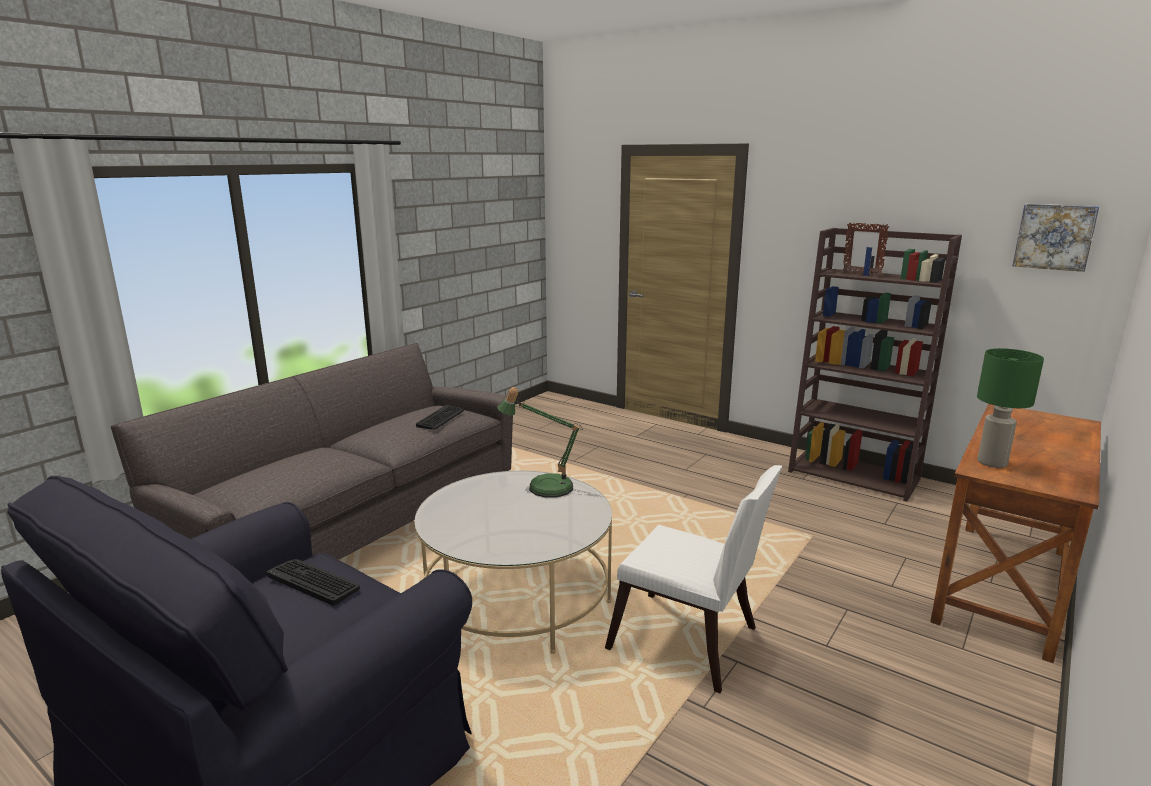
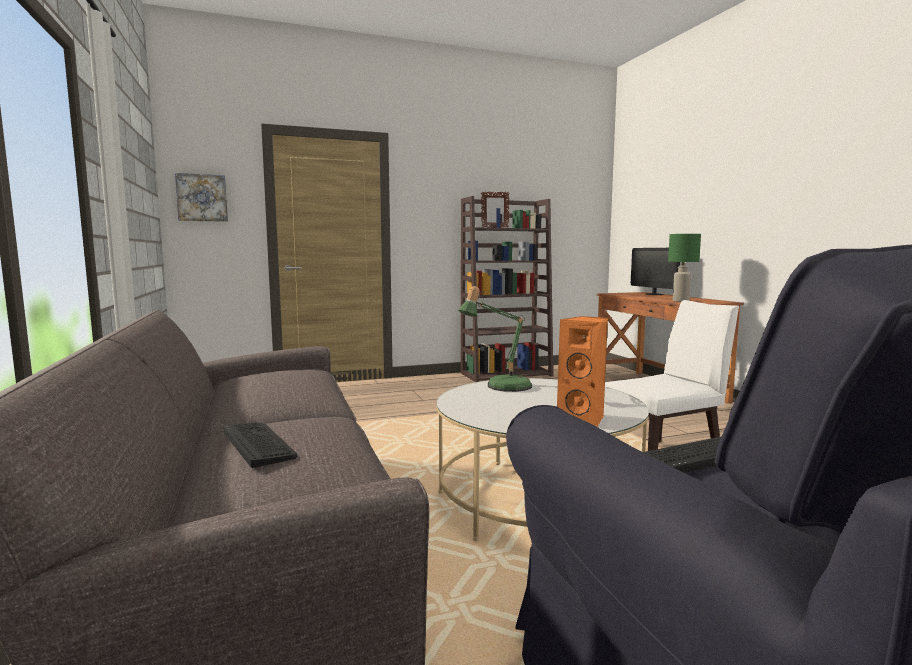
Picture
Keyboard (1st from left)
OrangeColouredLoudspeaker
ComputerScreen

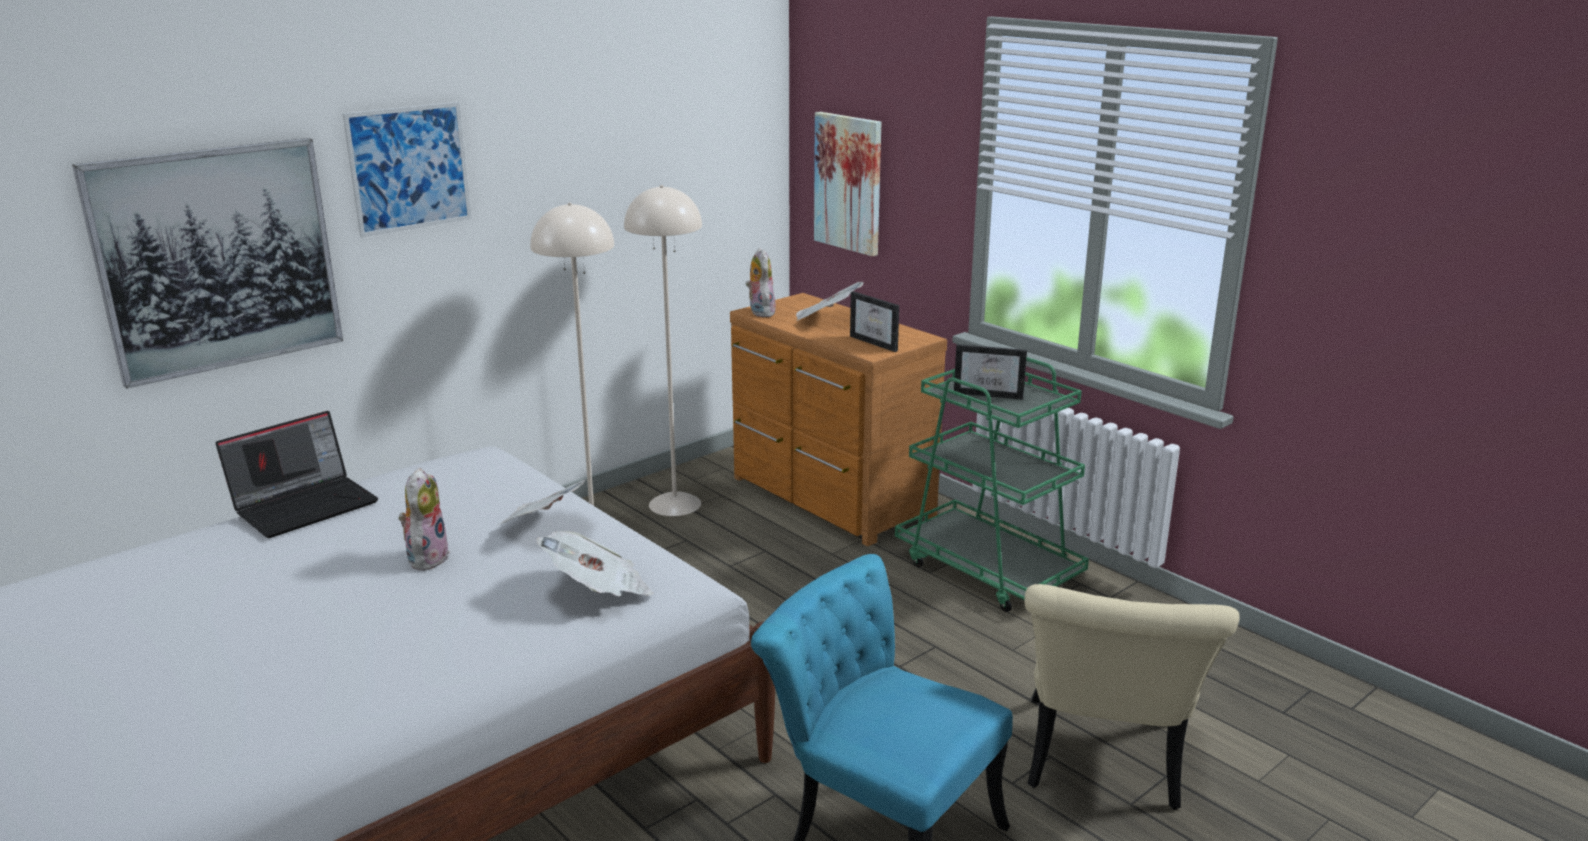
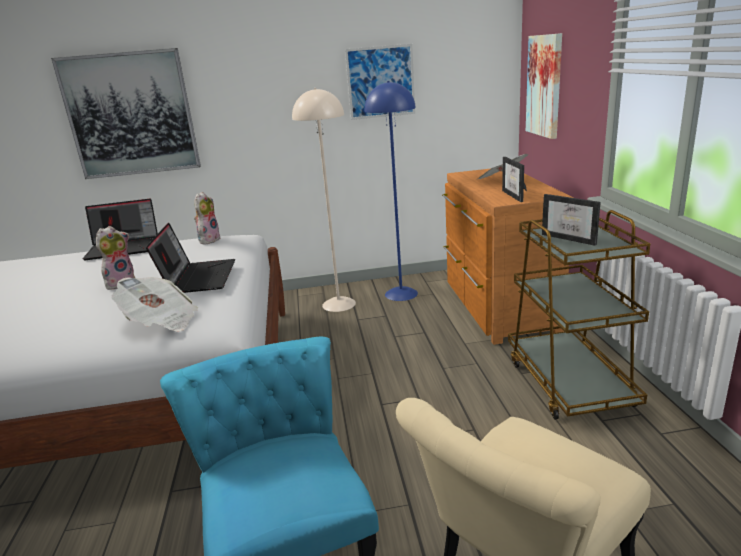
PortableComputer (2nd from left)
SoftToy (2nd from left)
Picture (2nd from left)
BlueStandardLamp
BrownColouredWheeledCart

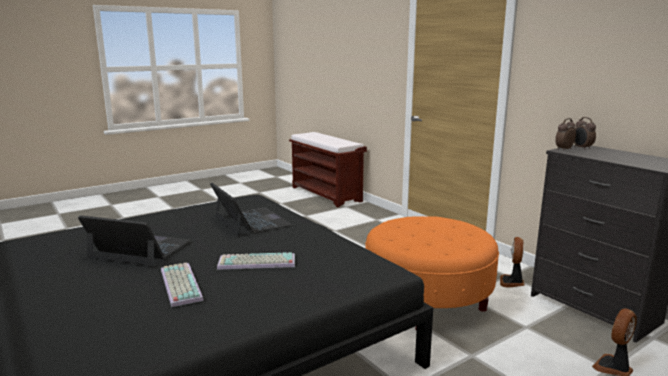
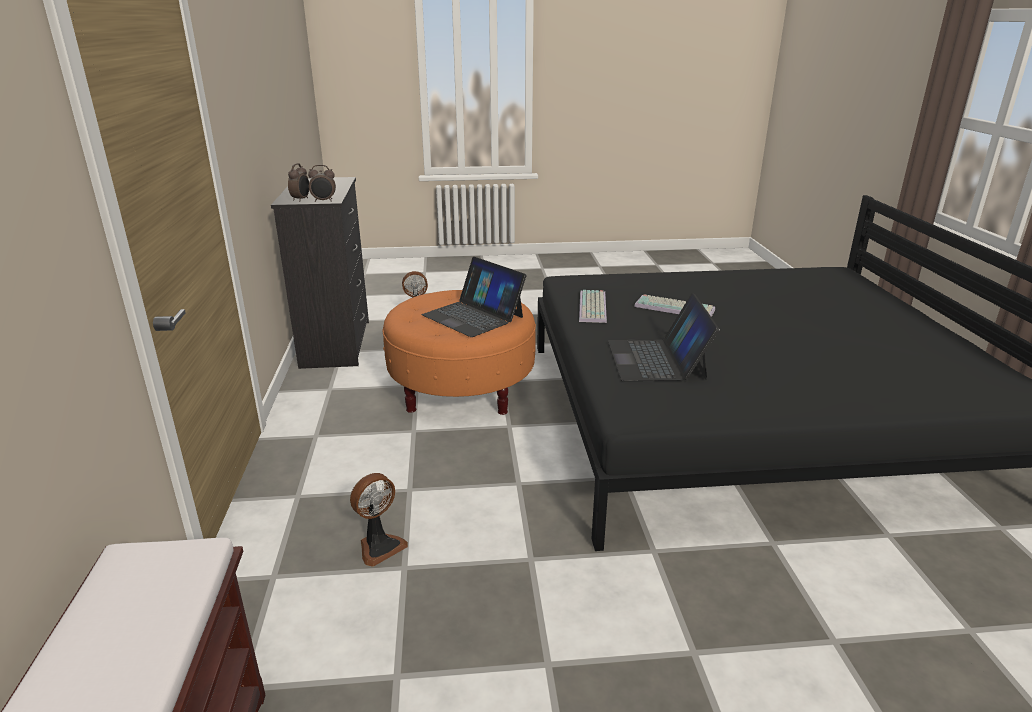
CoolingFan (1st from left)
PortableComputer (1st from left)
Keyboard (1st from left)

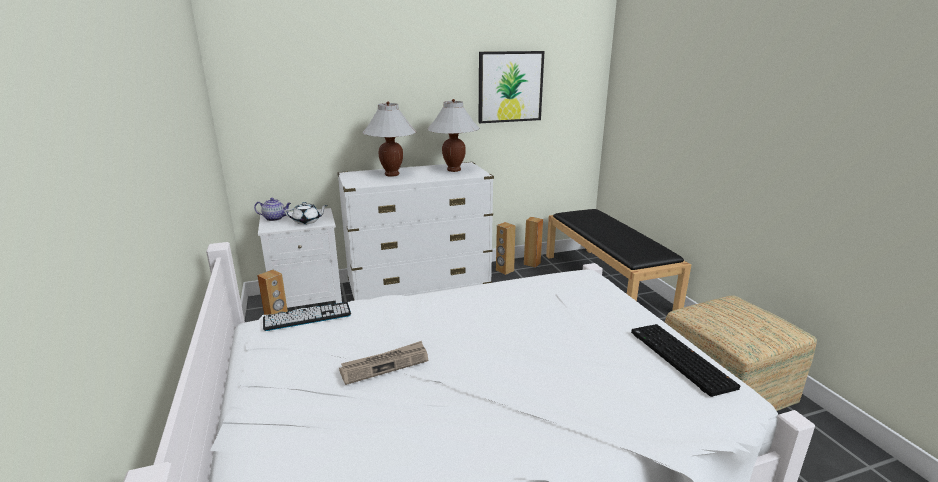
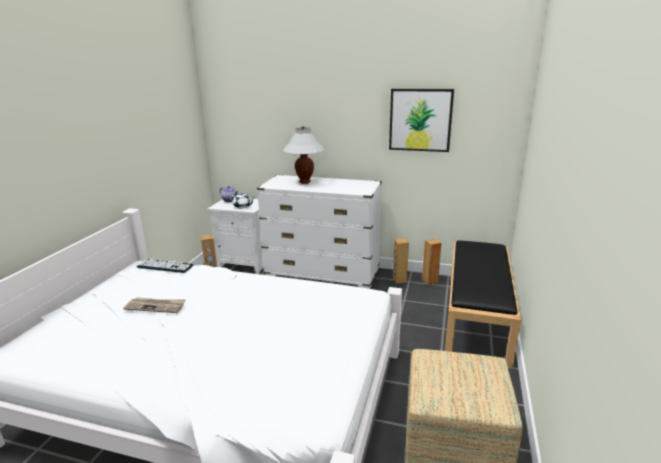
WhiteColouredTabletopLamp (2nd from left in the first image)
Keyboard (2nd from left in the first image)

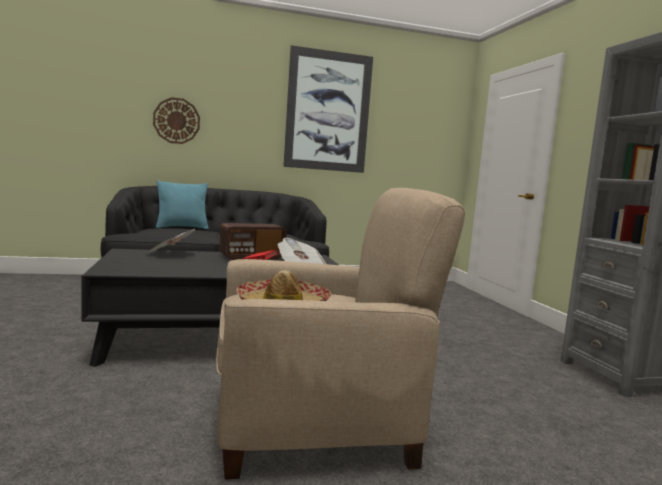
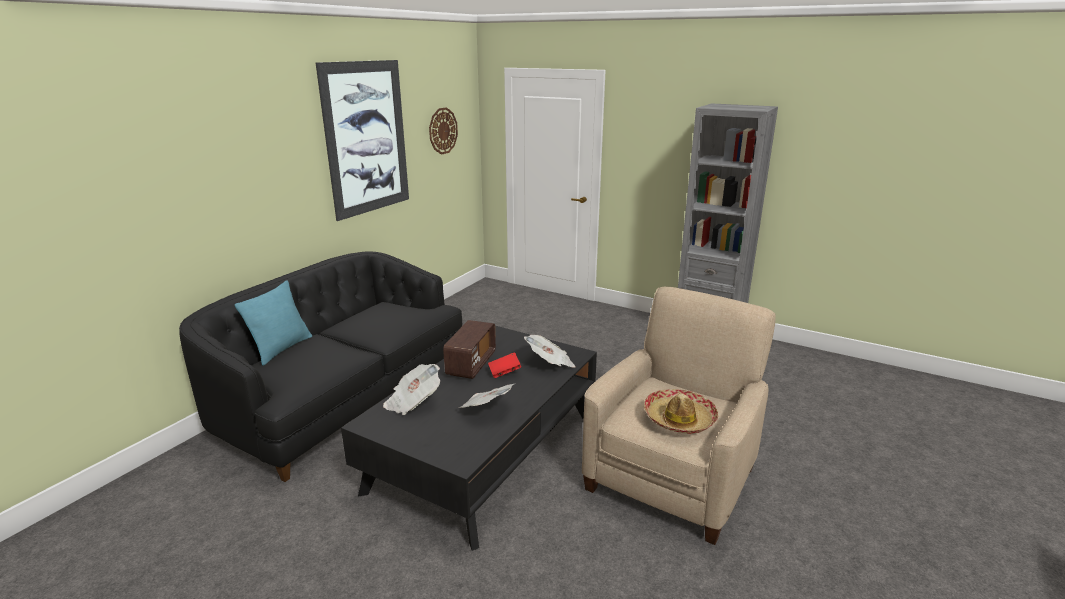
WallClock
DailyPaper (2nd from left)

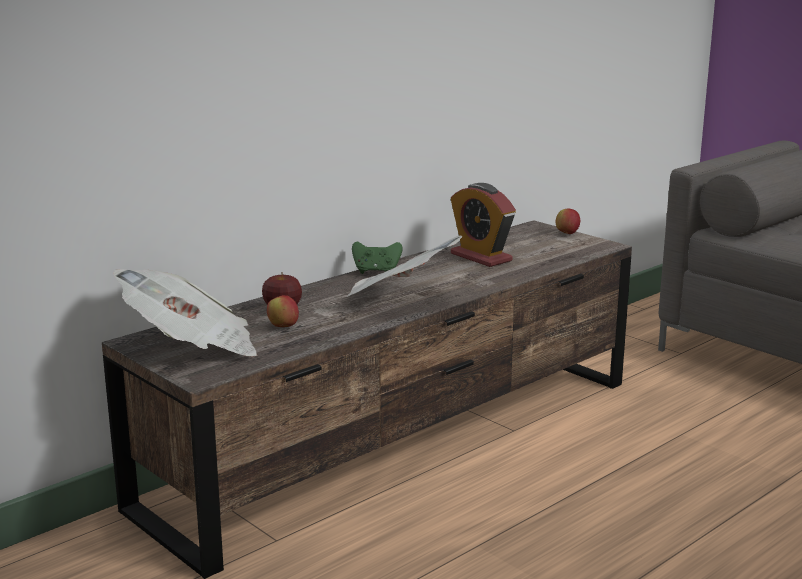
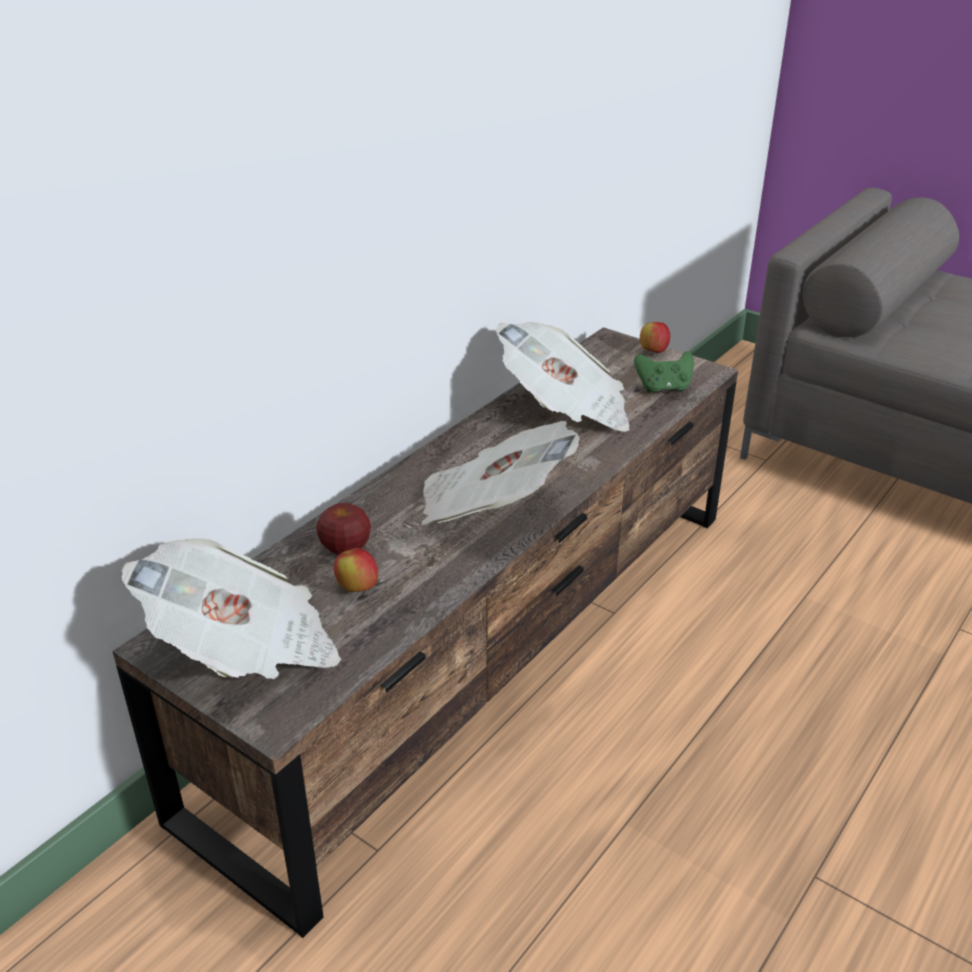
DailyPaper (3rd from left)
GreenGameController

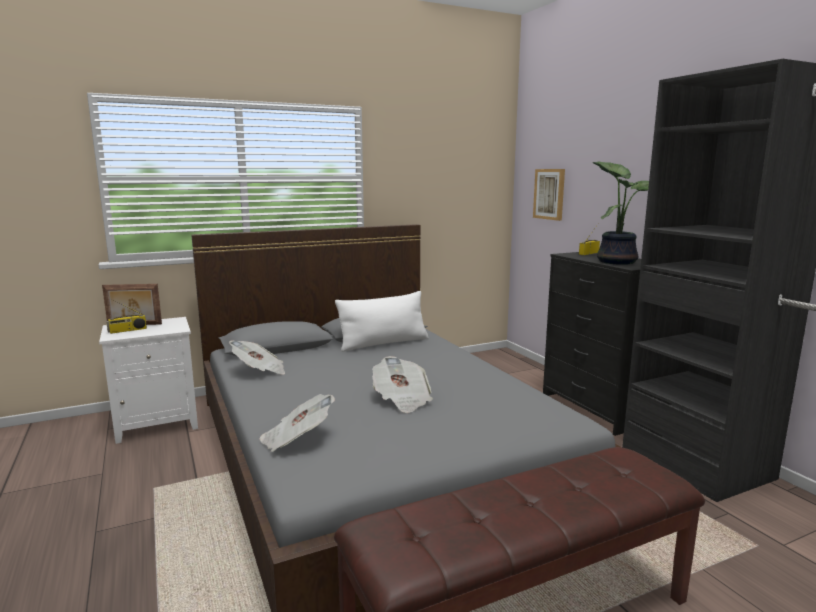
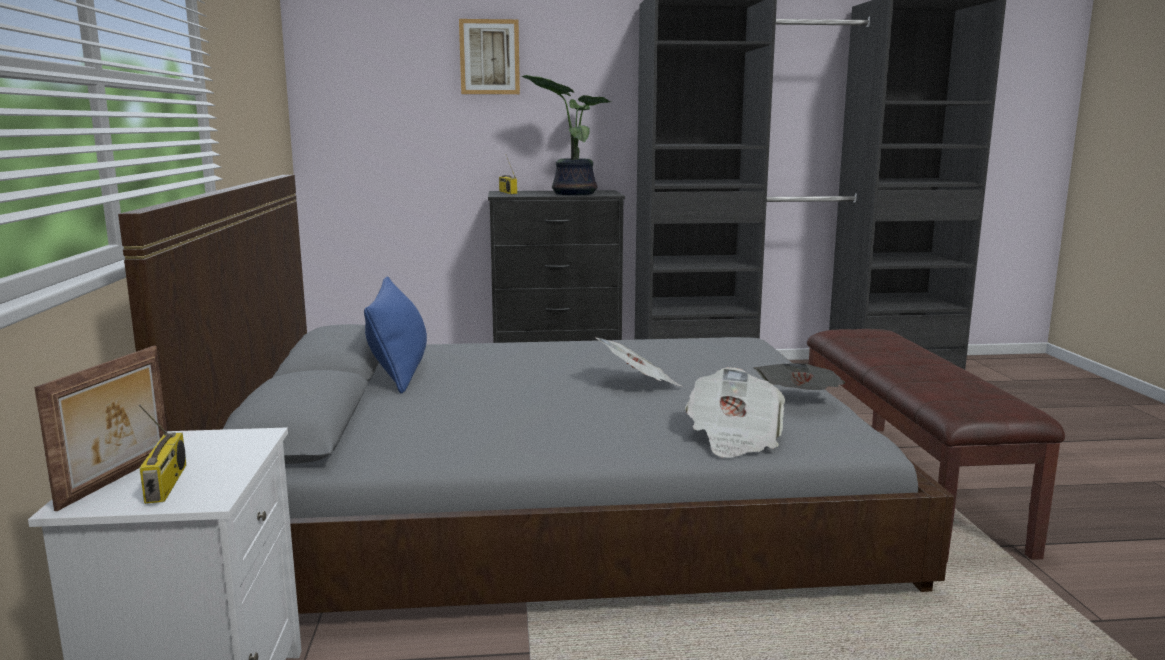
BlueThrowPillow
Picture
DailyPaper (3rd from left)

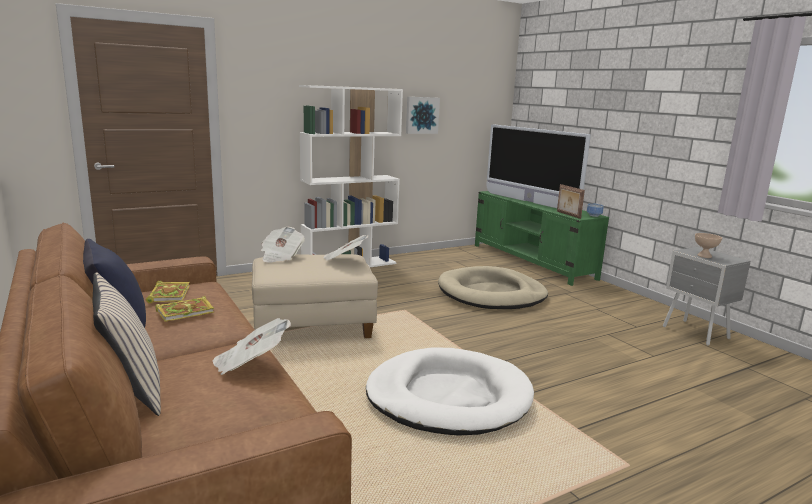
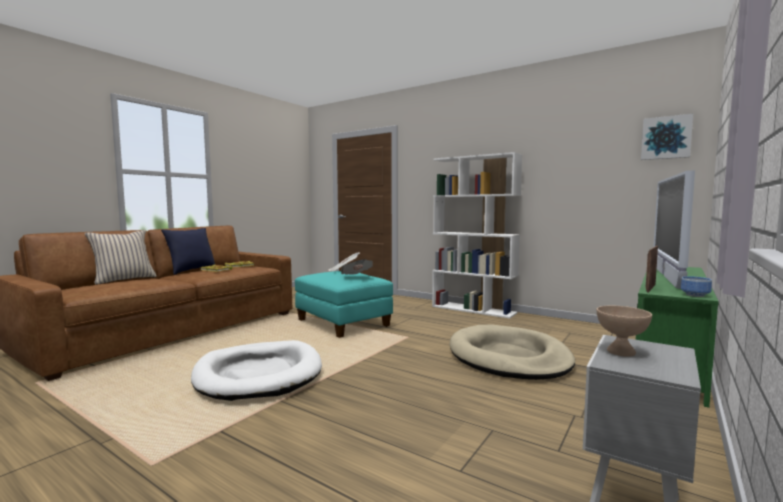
TurquoiseOttoman
Picture
DailyPaper (1st from left in the first image)

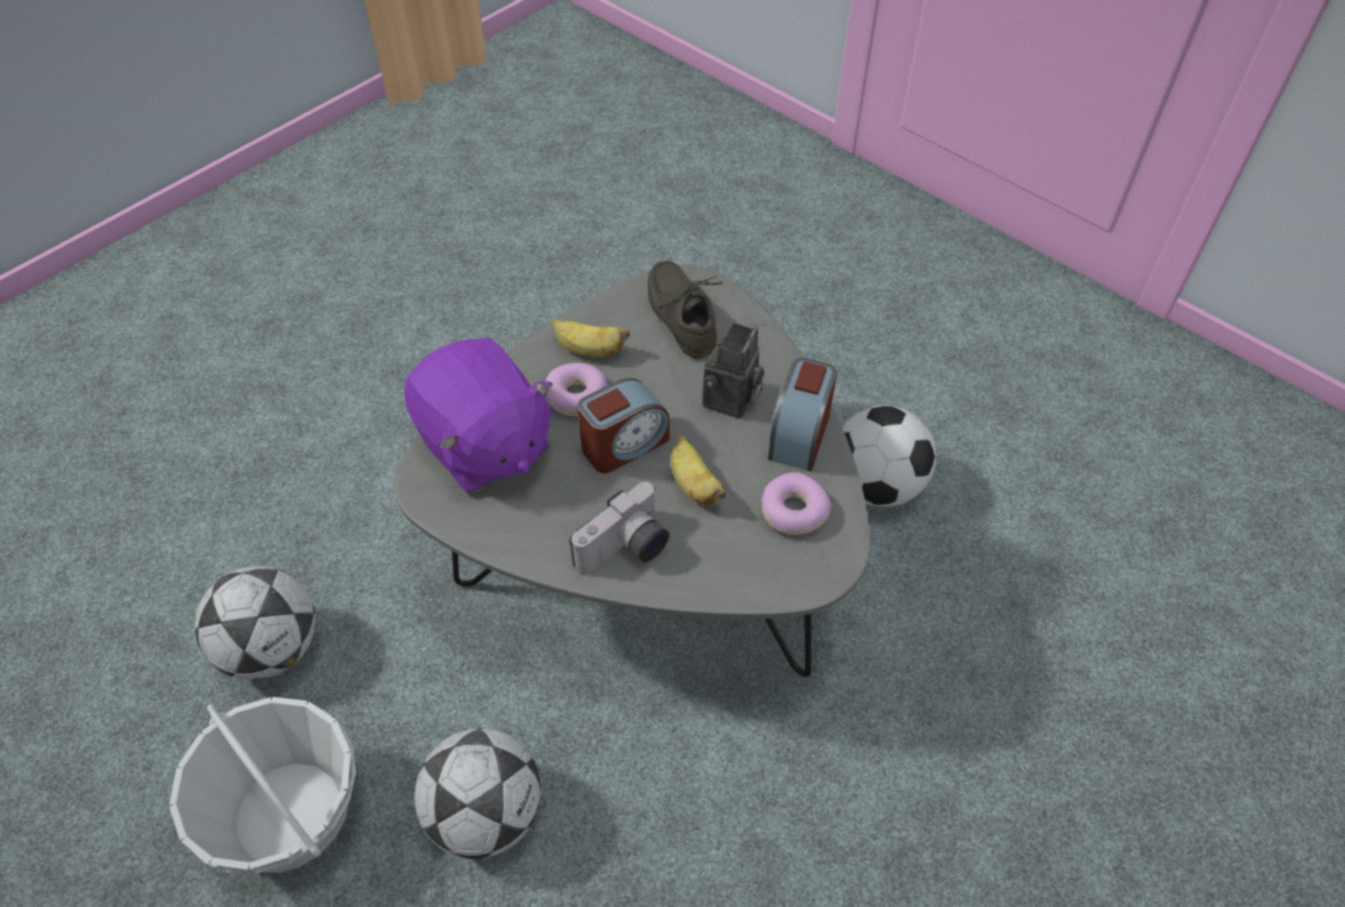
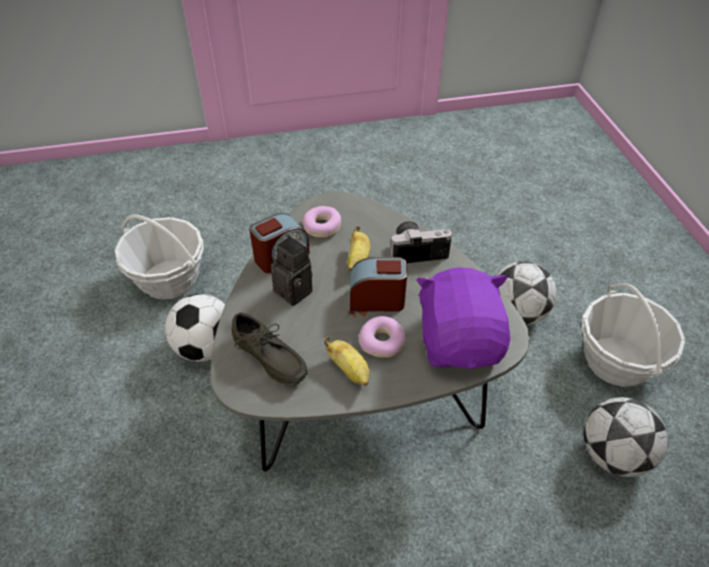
Basket (1st from left)
GrayLowShoe
PhotoCamera (1st from left)

